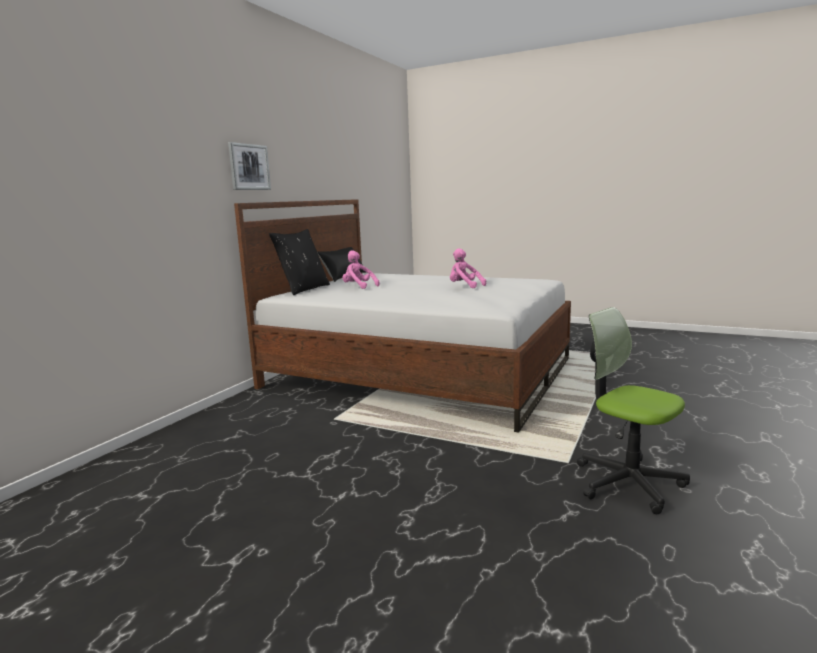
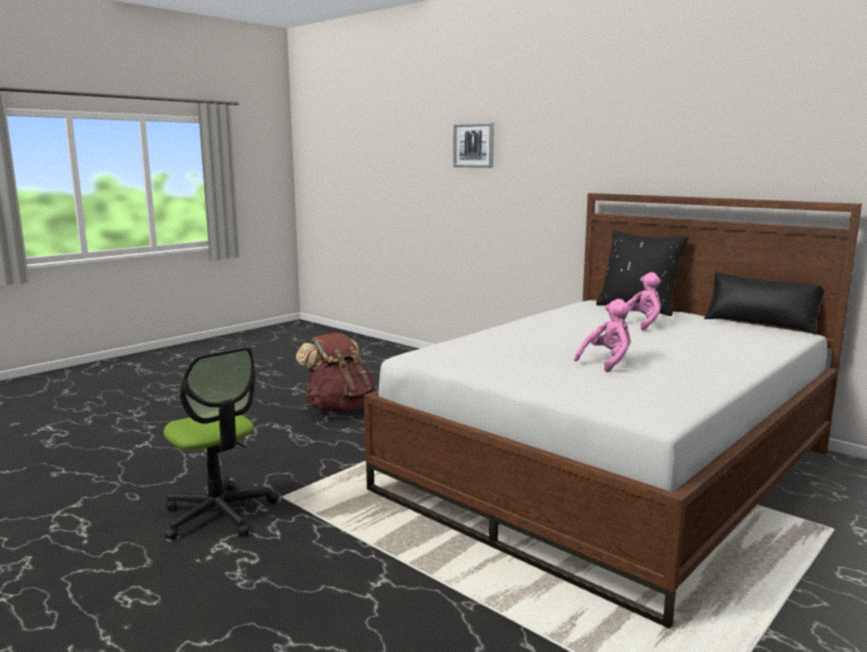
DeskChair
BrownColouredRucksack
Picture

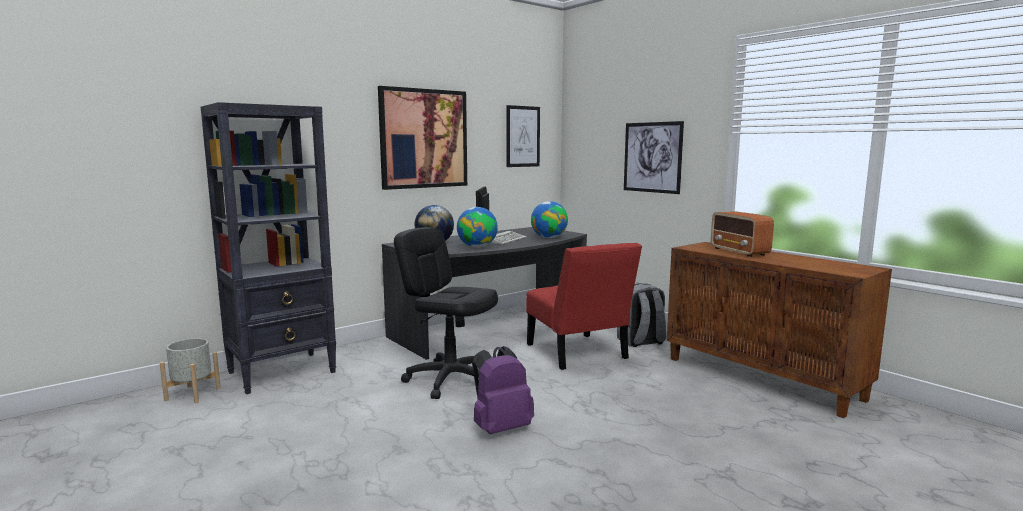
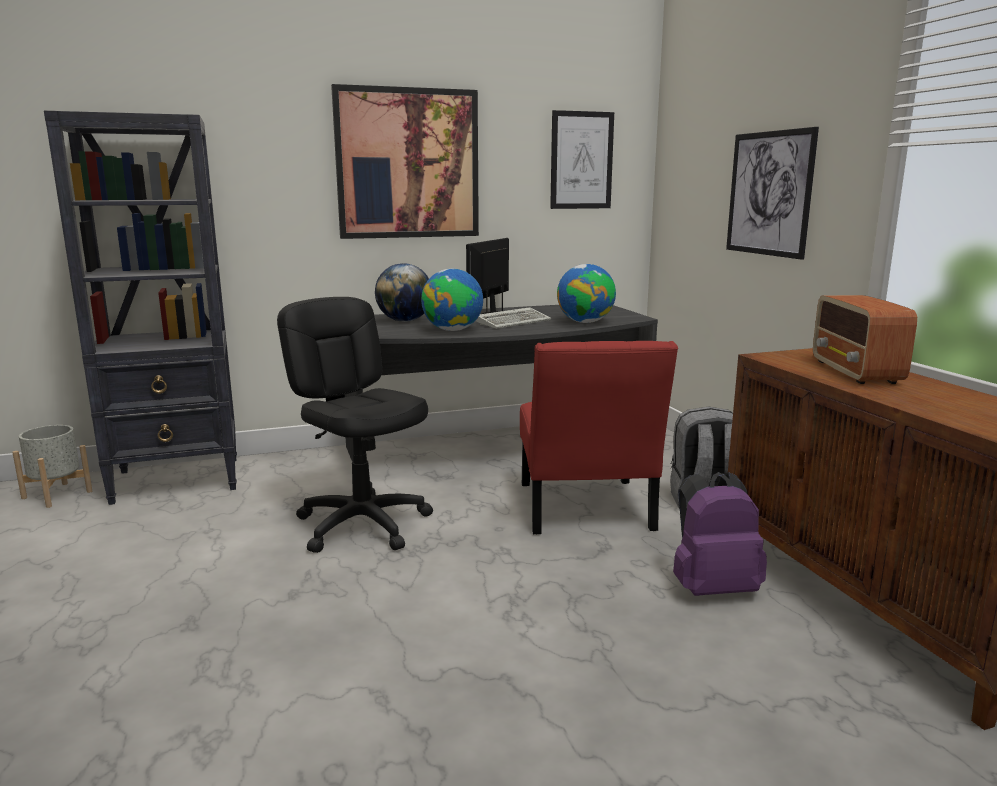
PurplishRucksack

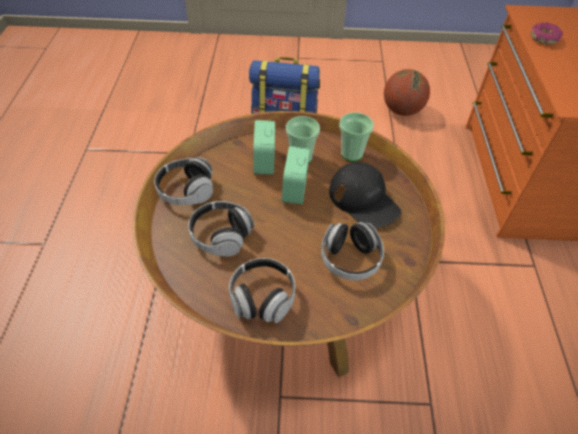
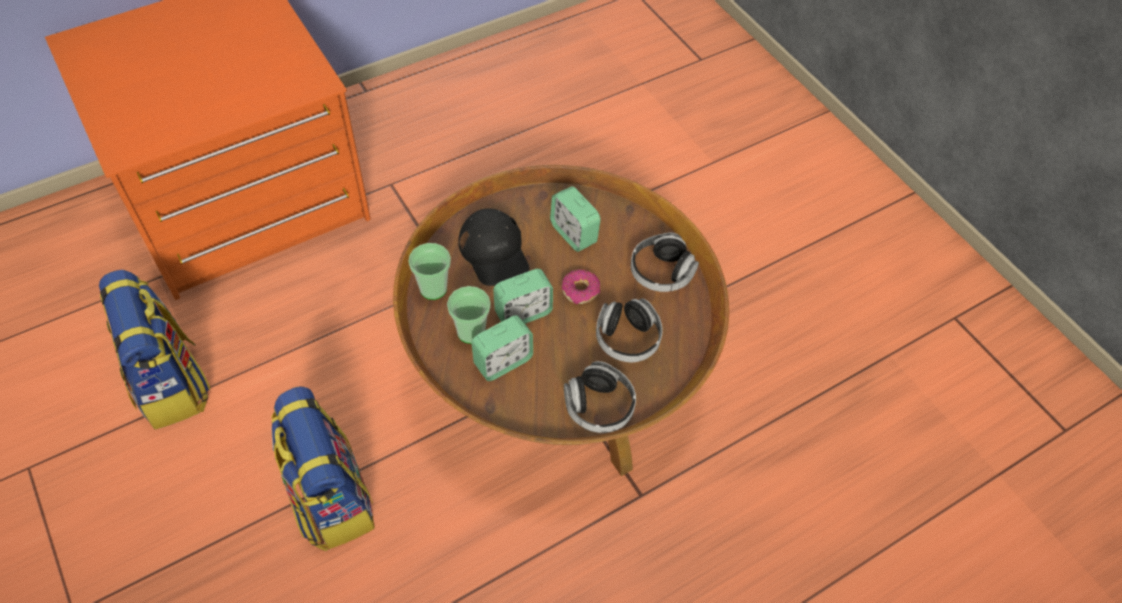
Rucksack (1st from left)
BlackishBaseballCap
BedsideClock (3rd from left)
Doughnut

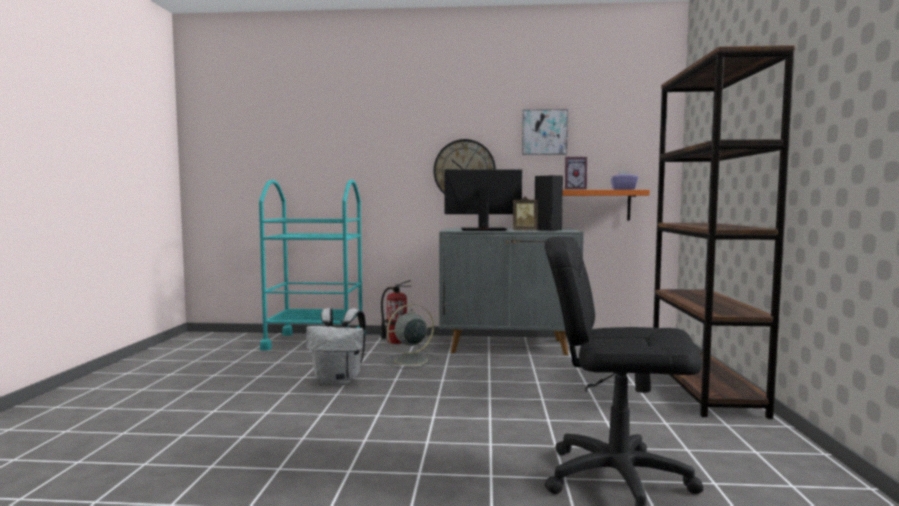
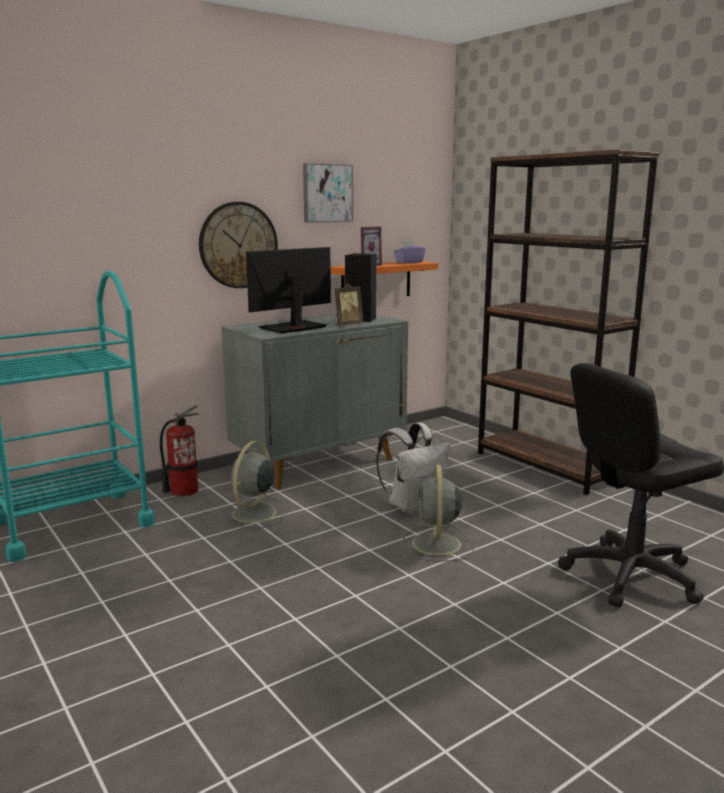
WhiteColouredRucksack
GrayCoolingFan (2nd from left)

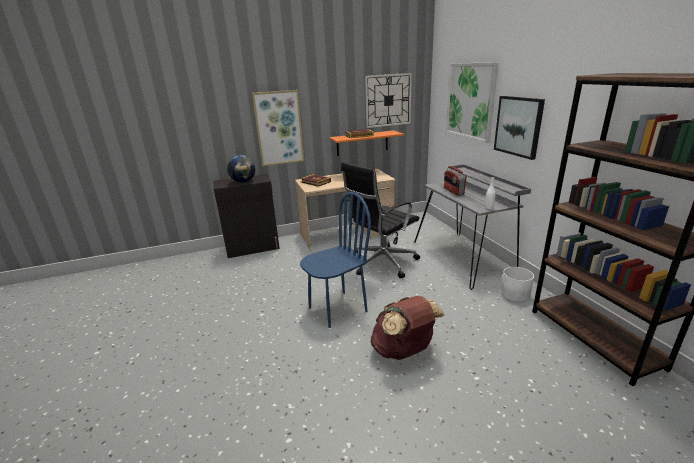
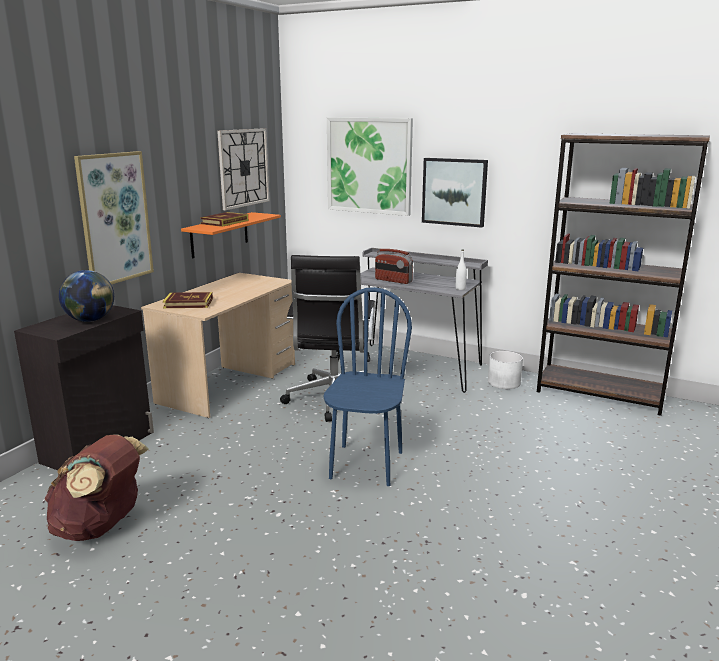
BrownColouredRucksack

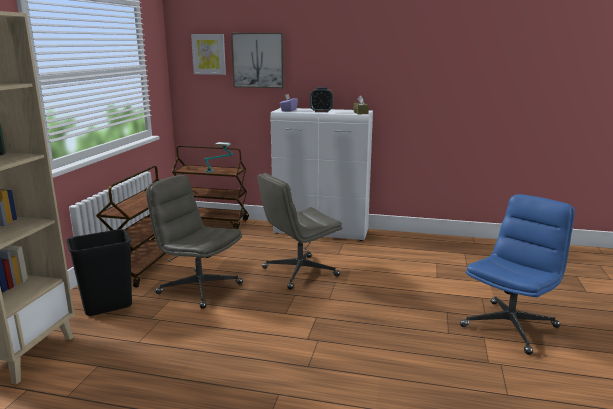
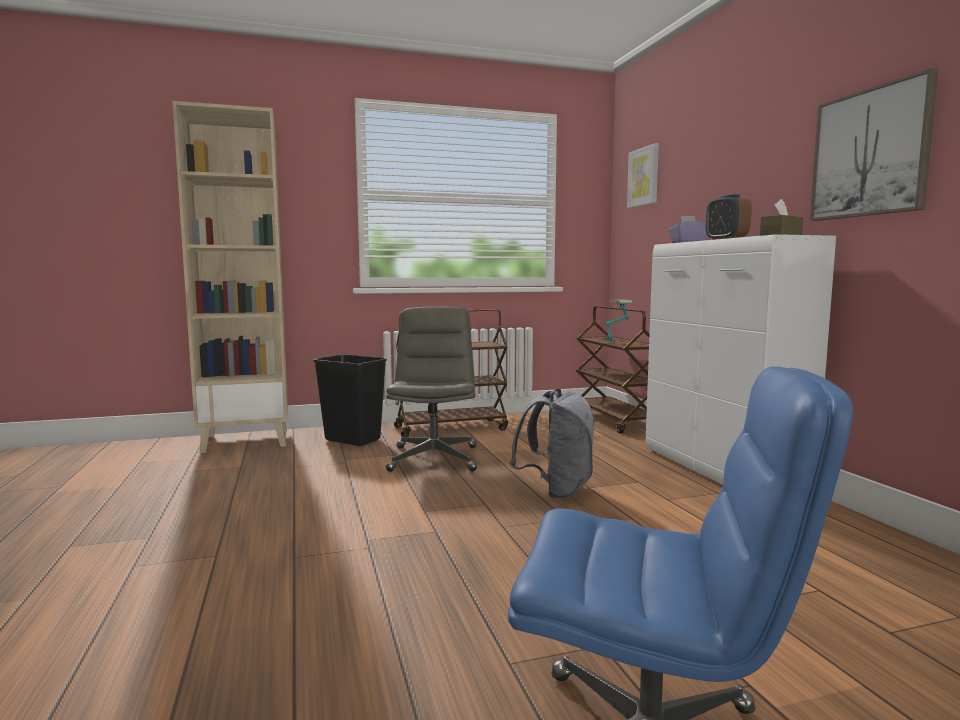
GrayRucksack
Picture (2nd from left)

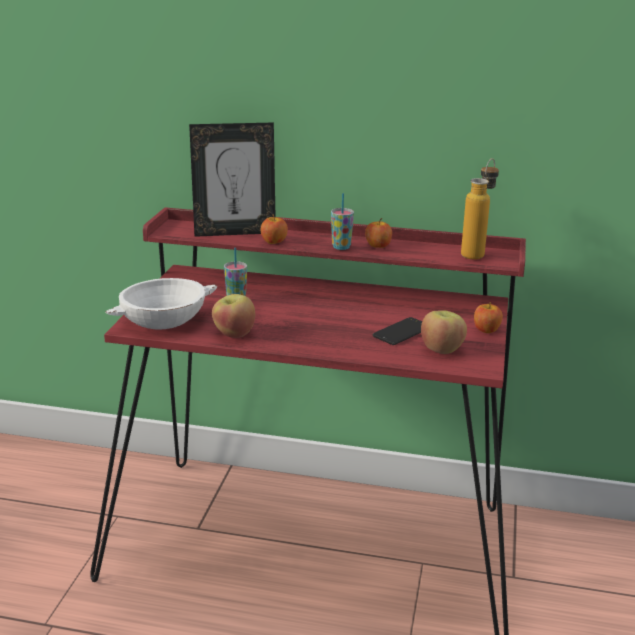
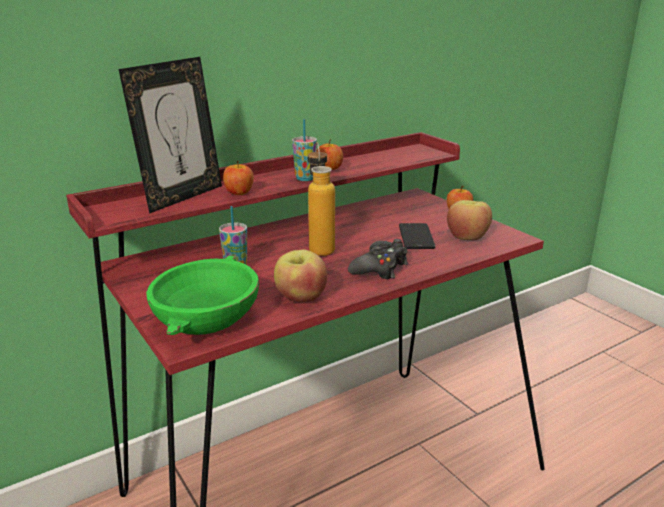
GreenBowl
Bottle
BlackishGameController

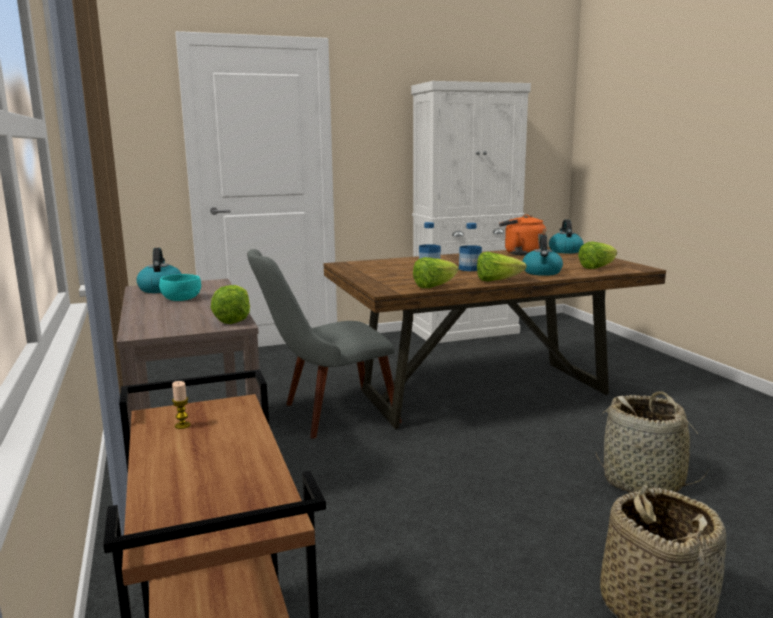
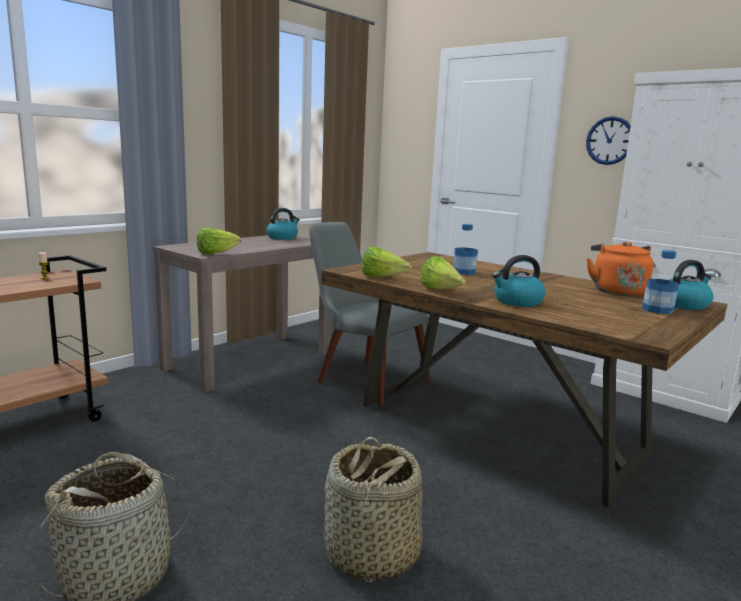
WallClock
Bottle (2nd from left)
TurquoiseBowl
Lettuce (4th from left in the first image)

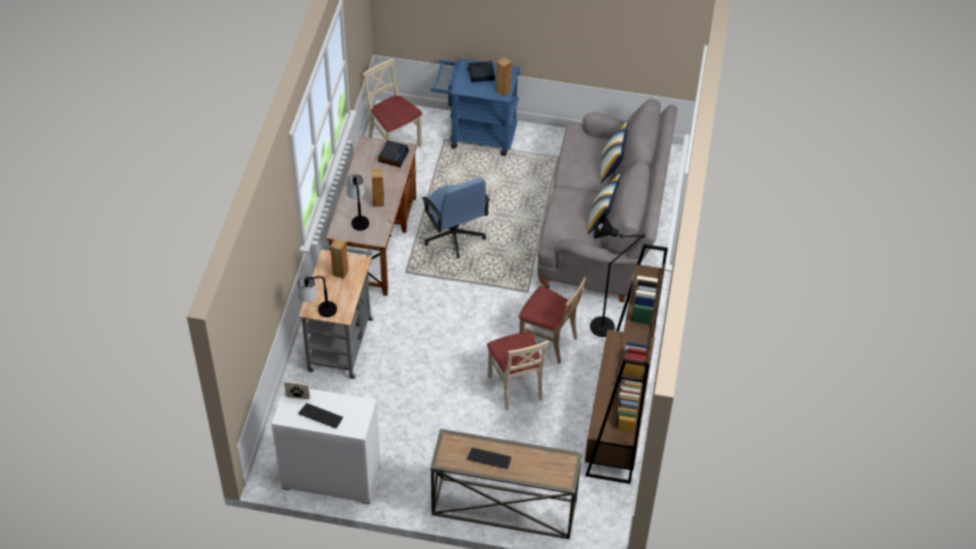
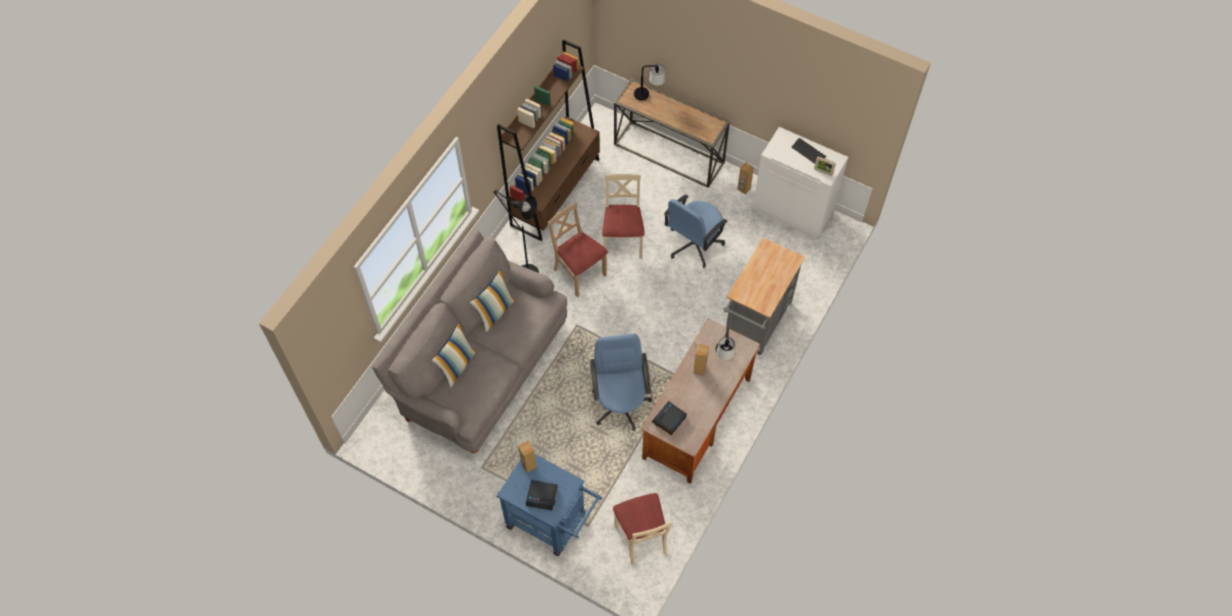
TabletopLamp (1st from left)
BlueDeskChair (2nd from left)
BrownColouredLoudspeaker (3rd from left)
Keyboard (2nd from left in the first image)

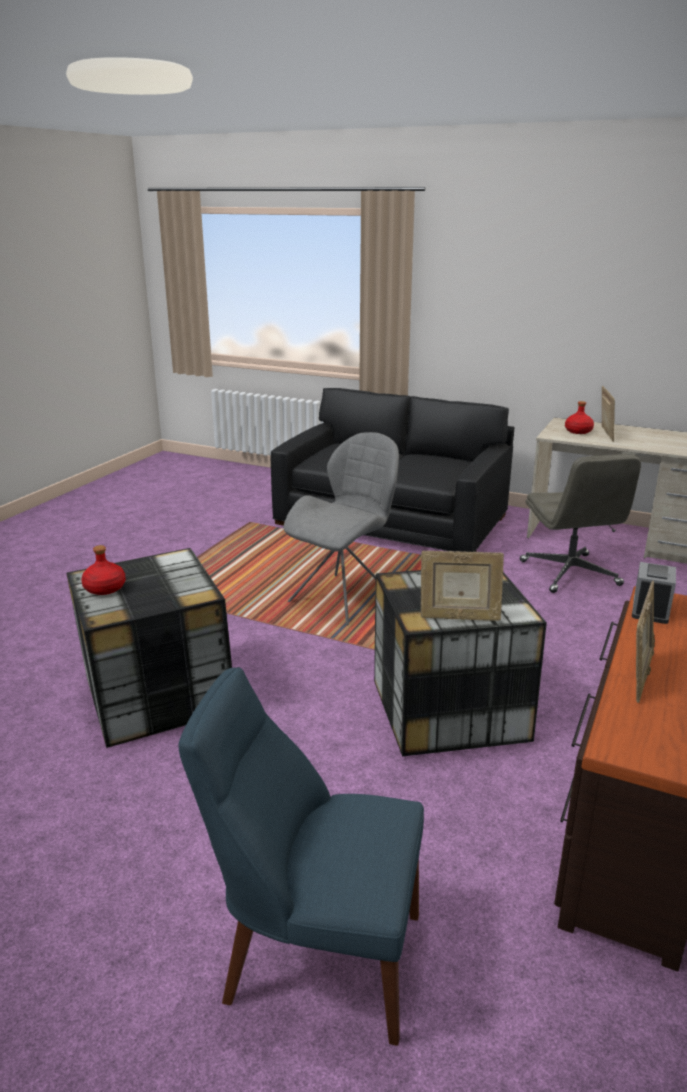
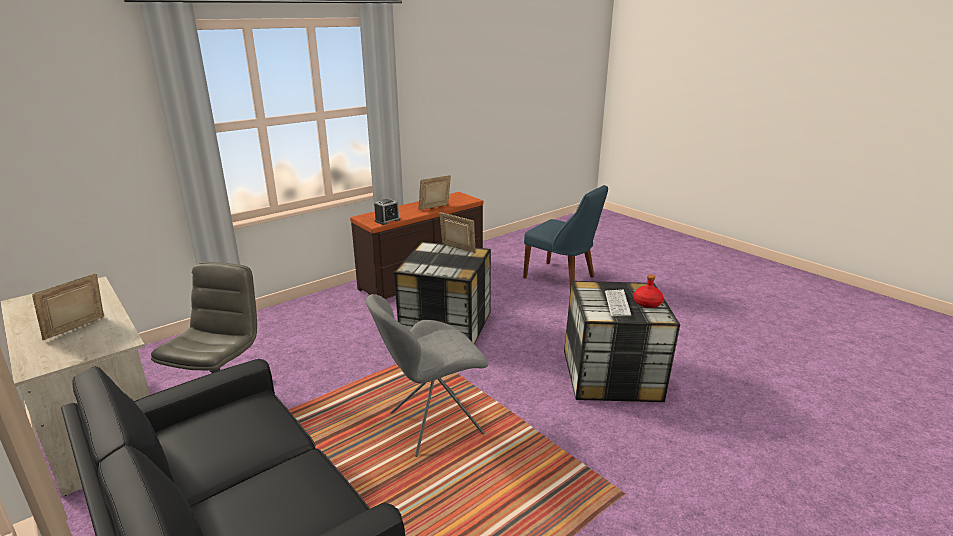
Keyboard
RedBottle (2nd from left in the first image)

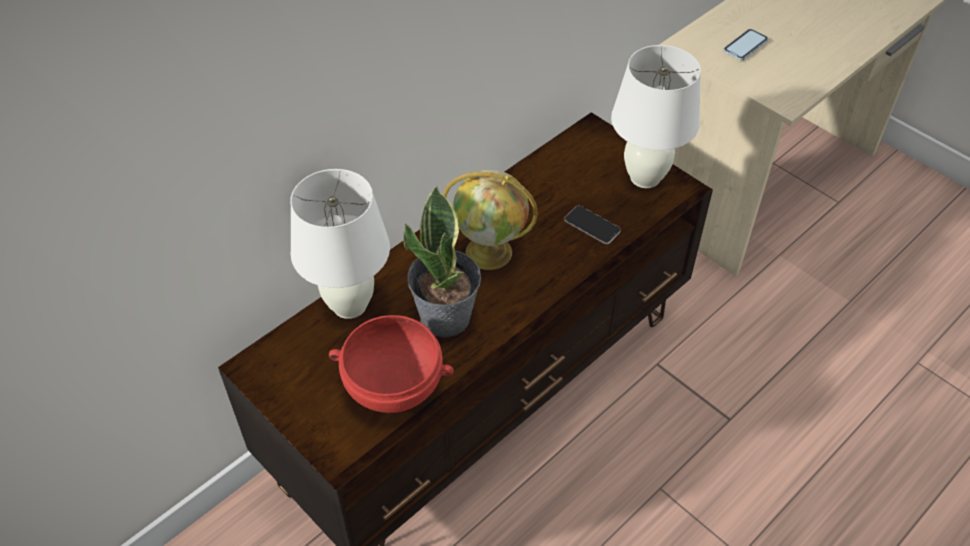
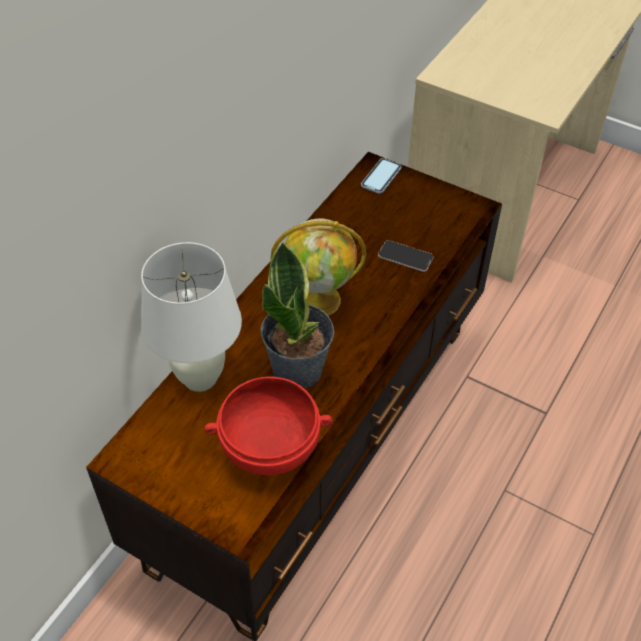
Handset (1st from left)
WhiteColouredTabletopLamp (2nd from left in the first image)

